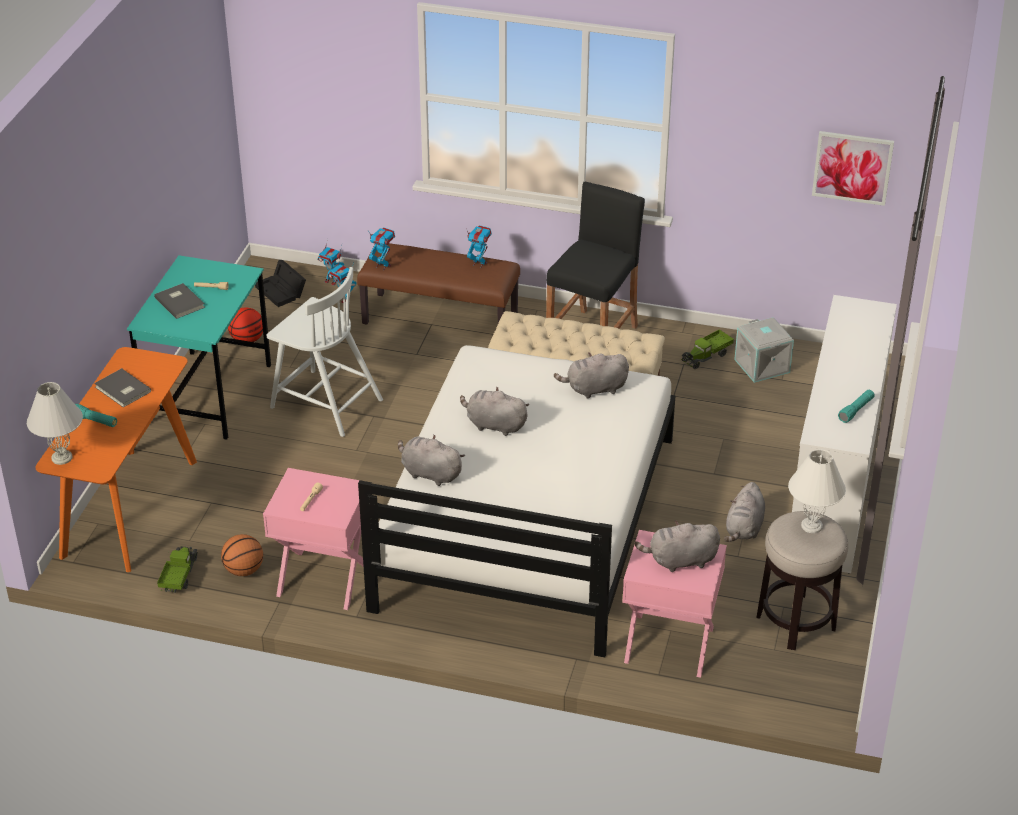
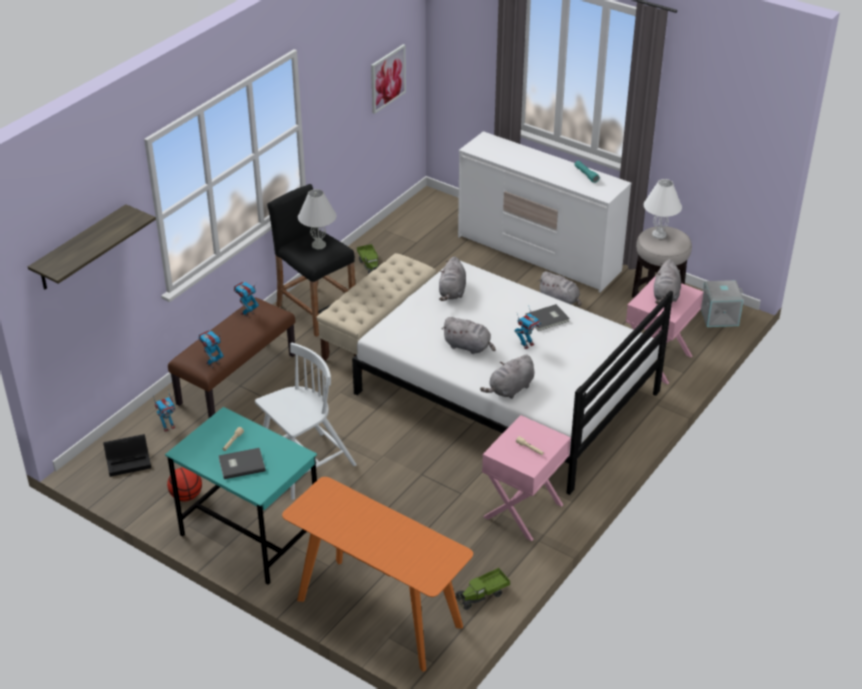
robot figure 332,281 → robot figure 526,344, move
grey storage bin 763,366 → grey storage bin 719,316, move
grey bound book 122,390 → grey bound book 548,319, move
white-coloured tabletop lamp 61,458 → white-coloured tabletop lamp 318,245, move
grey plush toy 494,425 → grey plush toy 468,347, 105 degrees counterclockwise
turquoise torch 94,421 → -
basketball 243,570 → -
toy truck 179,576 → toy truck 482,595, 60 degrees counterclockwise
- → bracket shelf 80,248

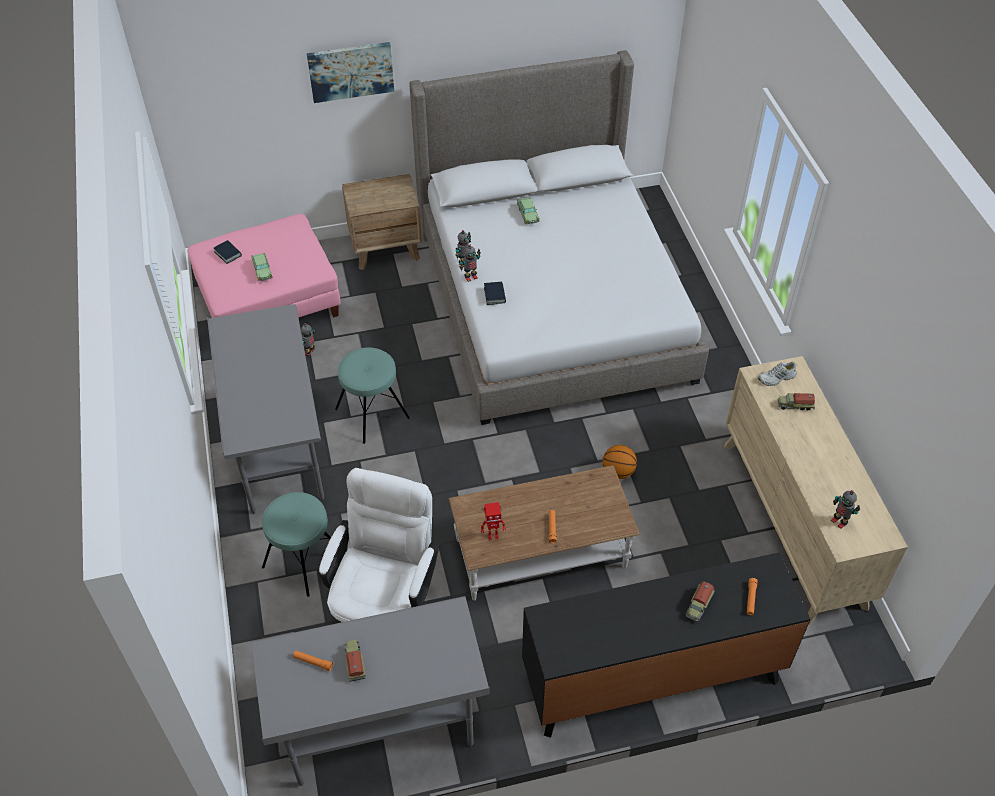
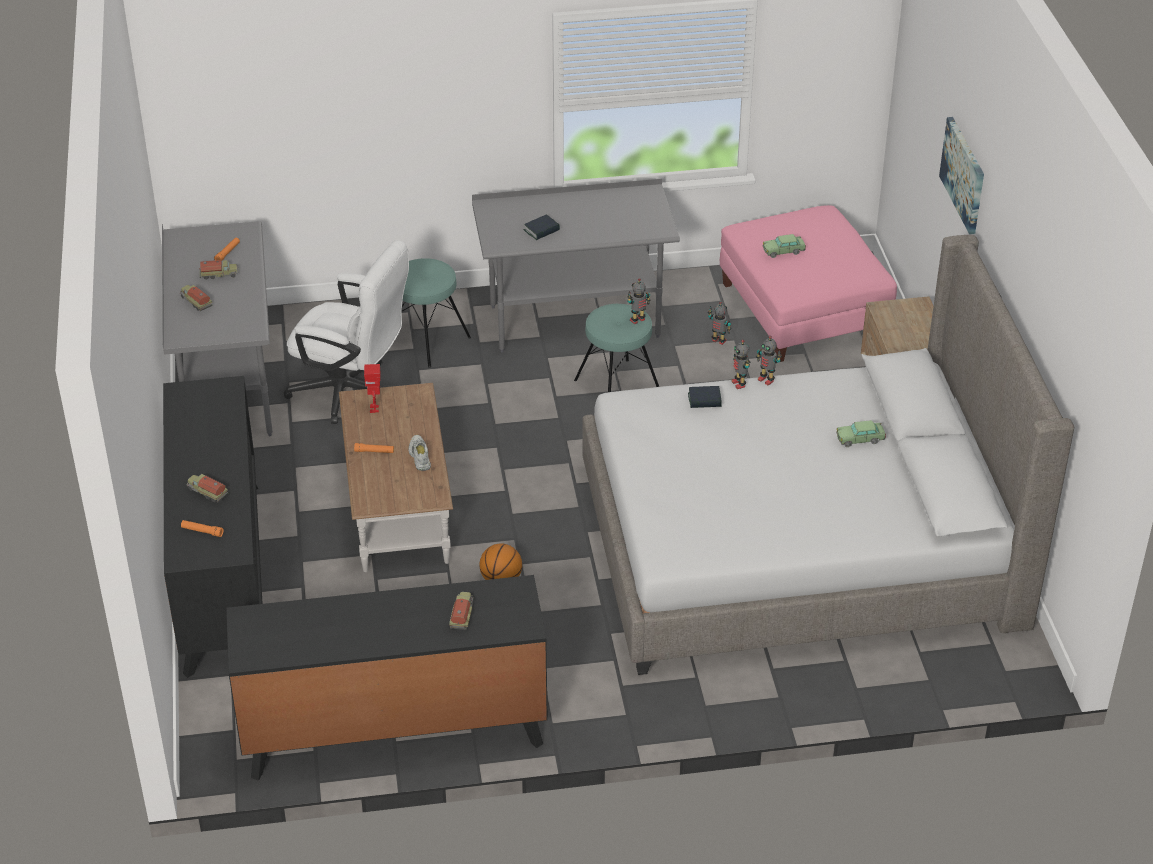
bound book 228,254 → bound book 541,230, move
sand-coloured dresser 793,523 → blackish dresser 393,731
white-coloured item of footwear 776,378 → white-coloured item of footwear 419,456, move
robot figure 839,521 → robot figure 638,320, move
- → toy truck 196,302

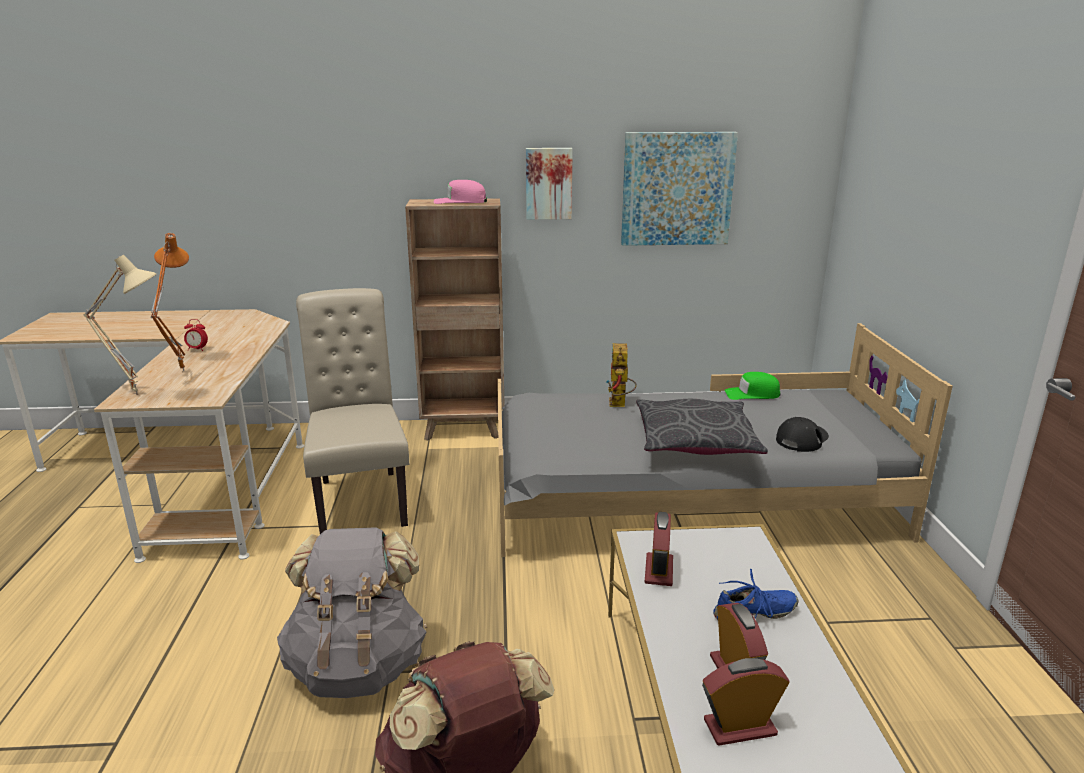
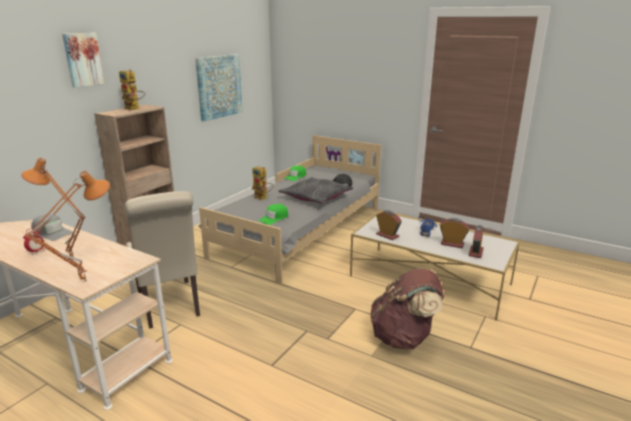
wall picture 548,183 → wall picture 82,59, move
pink-coloured peaked cap 460,202 → robot figure 134,109
sand-coloured tabletop lamp 138,393 → orange-coloured tabletop lamp 84,280
sand-coloured plain chair 361,498 → sand-coloured plain chair 169,306, 135 degrees counterclockwise
grey knapsack 358,666 → -
- → greenish peaked cap 274,218
- → grey peaked cap 52,233

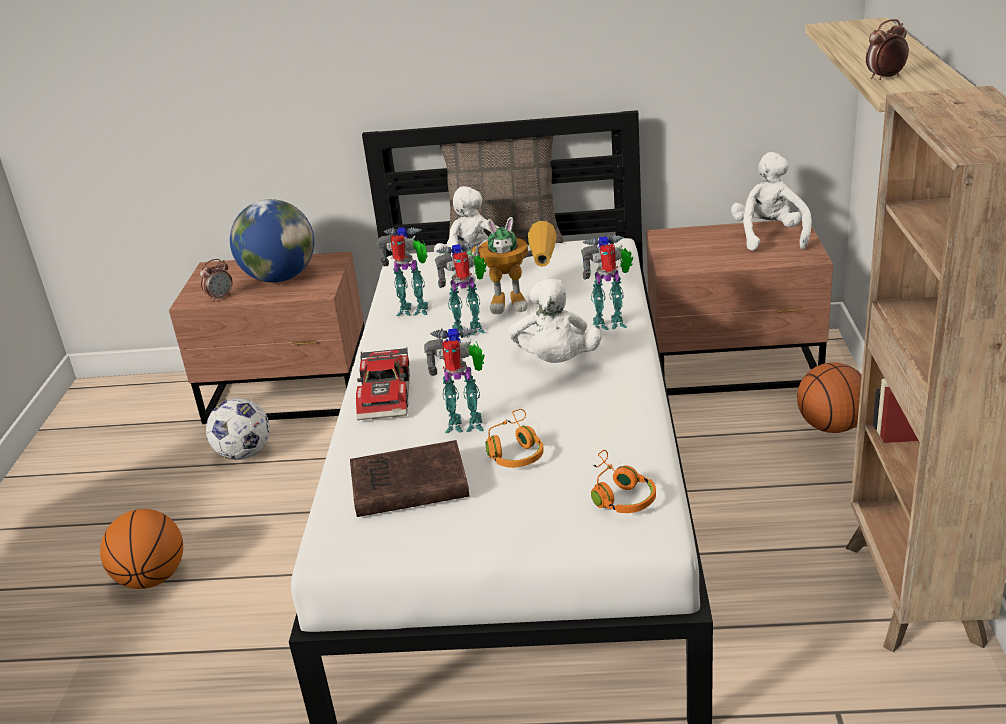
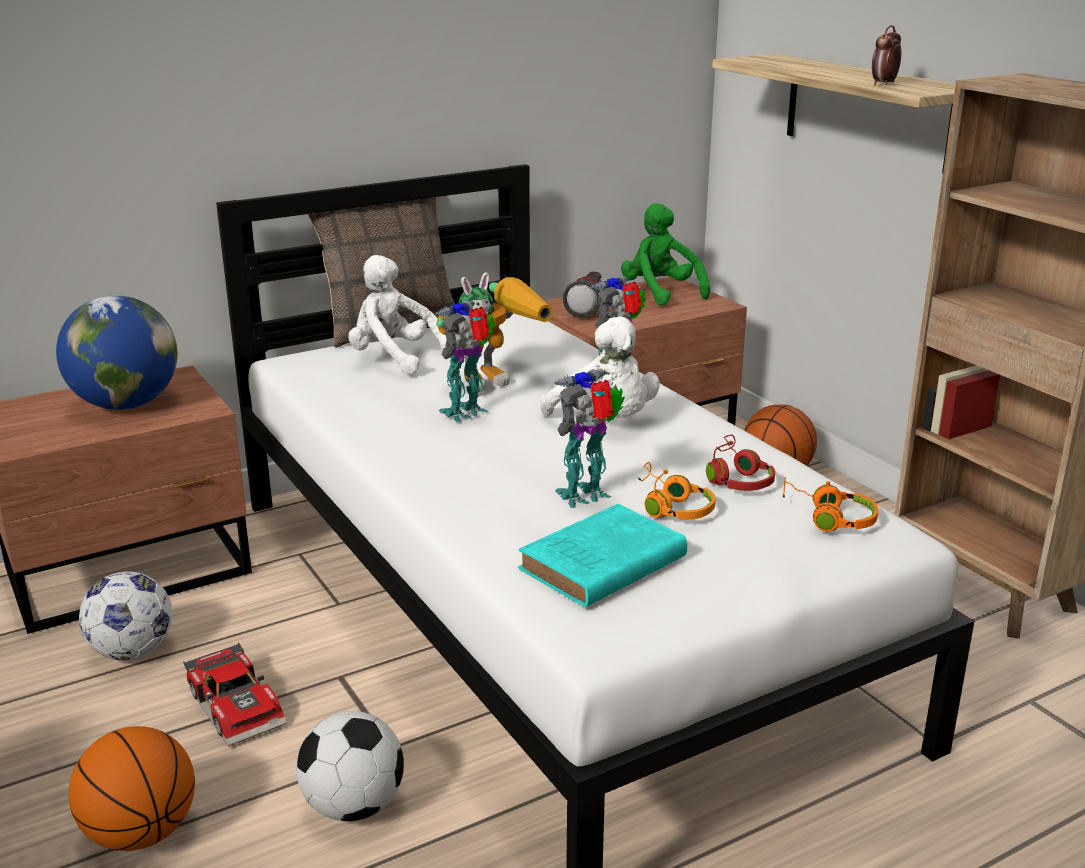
white-coloured plush toy 769,236 → greenish plush toy 660,293
robot figure 414,311 → -
bedside clock 220,297 → -
toy car 388,394 → toy car 239,705, move
brownish bound book 406,486 → turquoise bound book 599,565
- → torch 588,307
- → red-coloured headphones 736,478
- → ball for football 353,806

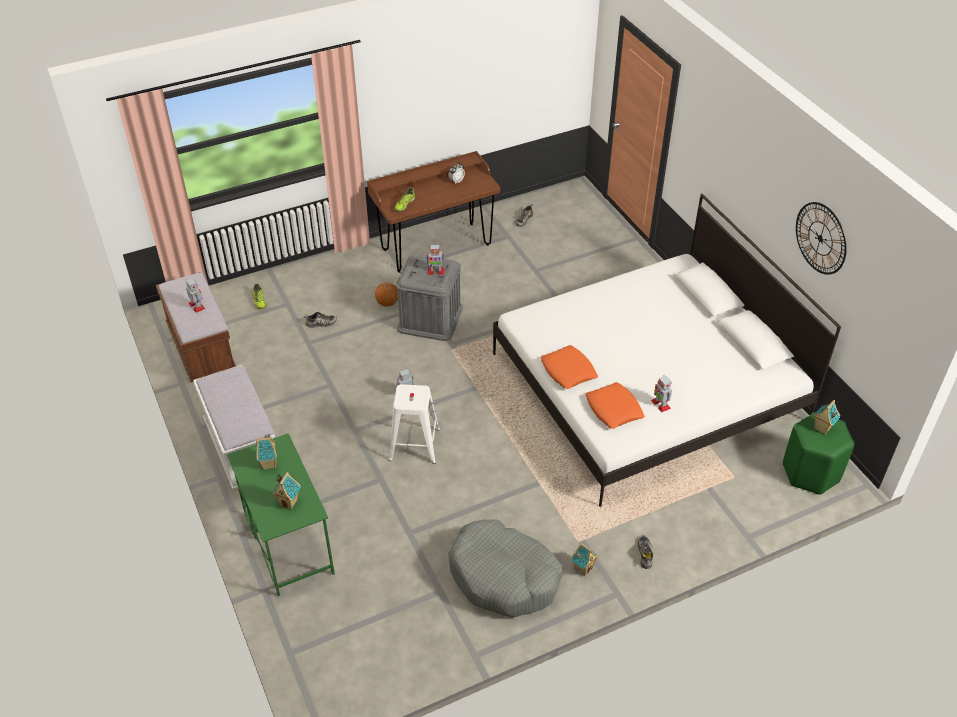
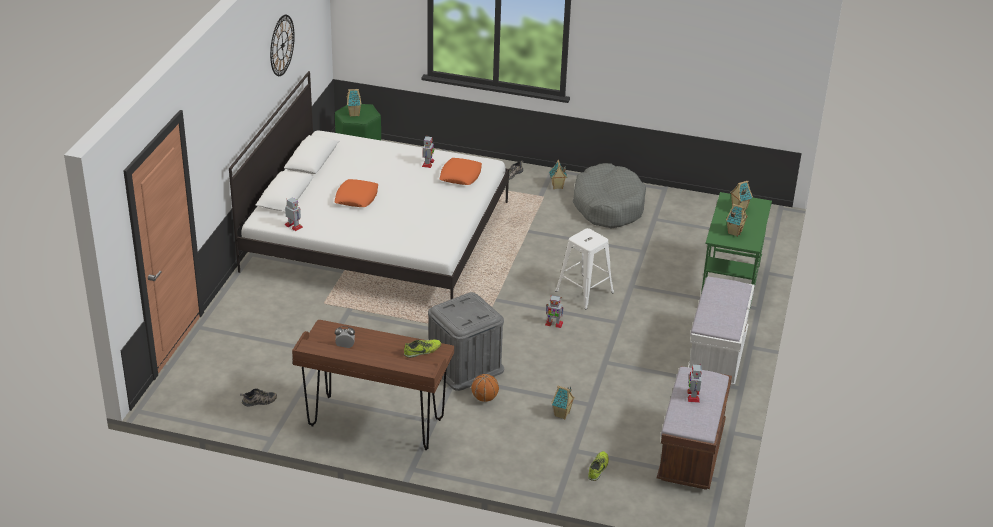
robot figure 435,271 → robot figure 294,226, move
item of footwear 321,323 → miniature house 562,415
orange-coloured cushion 568,371 → orange-coloured cushion 356,197, move

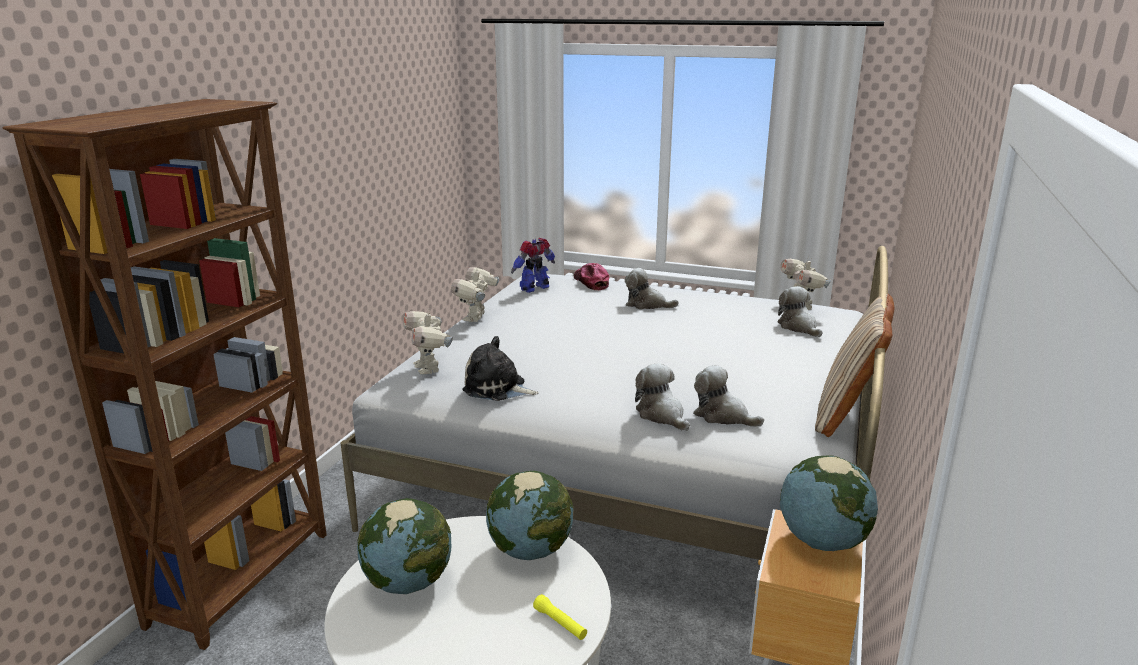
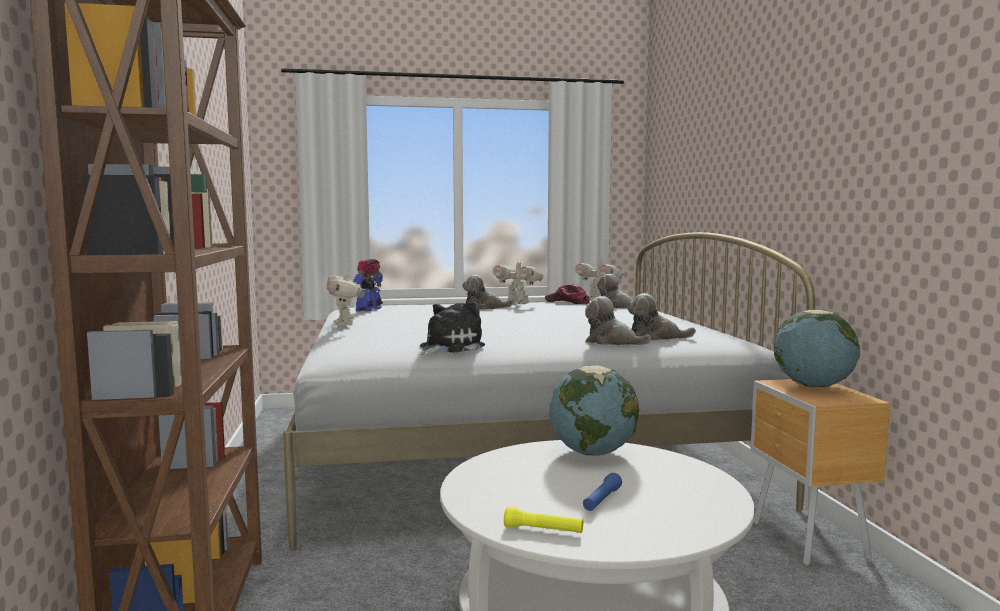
peaked cap 591,282 → peaked cap 567,302, move
sand-coloured cushion 847,414 → -
robot figure 428,368 → robot figure 517,303, move
plush toy 497,388 → plush toy 448,347, 135 degrees clockwise
world globe 408,583 → -
yellow-coloured torch 560,623 → yellow-coloured torch 543,530, move
- → blue torch 601,500

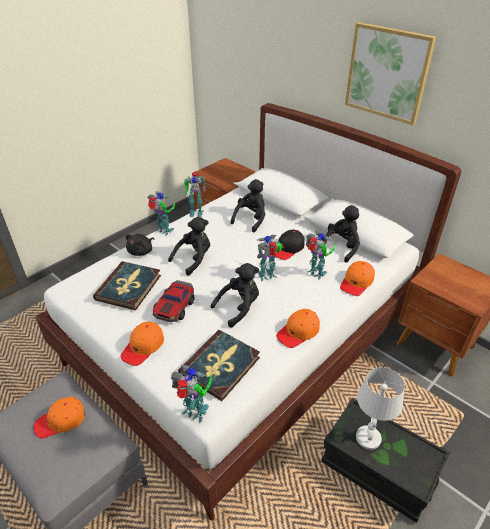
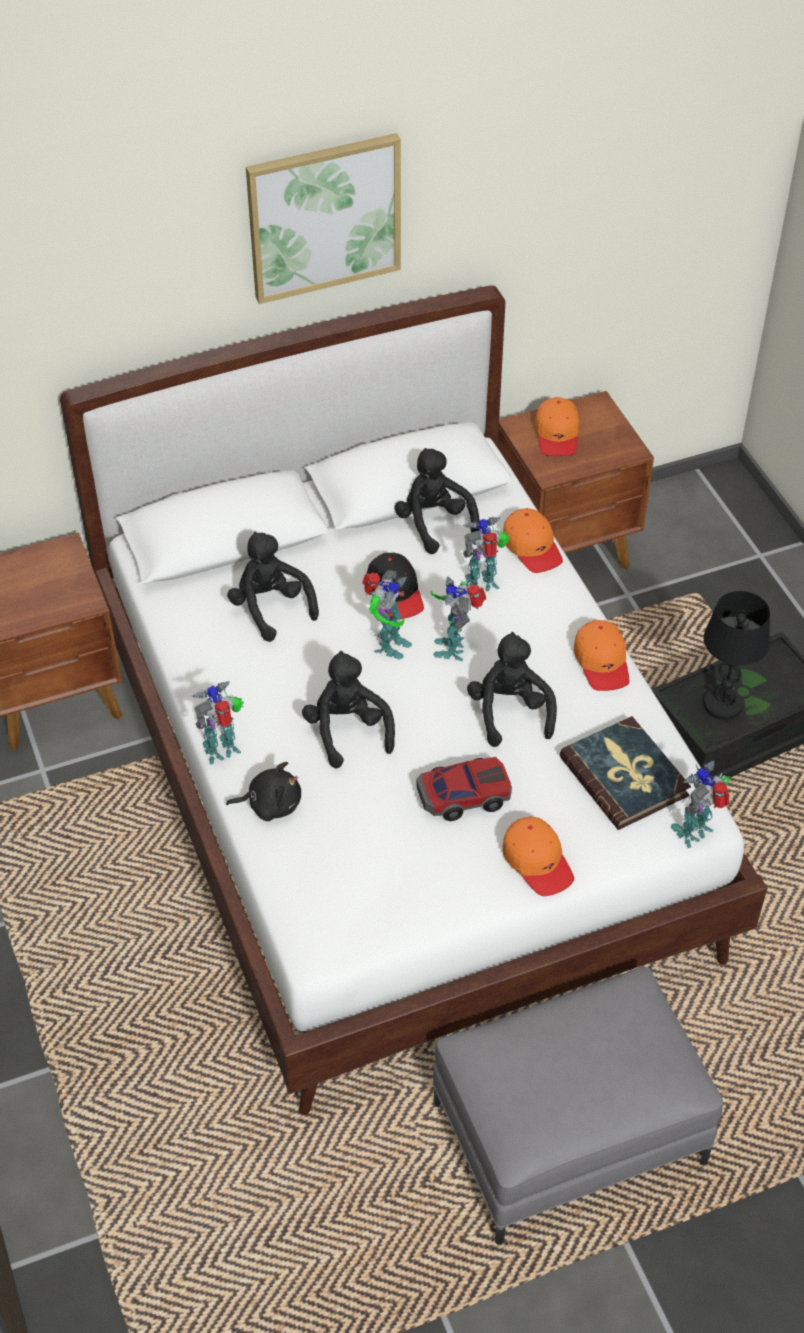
robot figure 195,212 → robot figure 388,645, move
blackish plush toy 141,251 → blackish plush toy 271,804, 60 degrees counterclockwise
bound book 129,287 → -
toy car 175,307 → toy car 464,795, 60 degrees counterclockwise
white-coloured tabletop lamp 368,438 → blackish tabletop lamp 723,705
orange-coloured peaked cap 60,421 → orange-coloured peaked cap 557,434, move

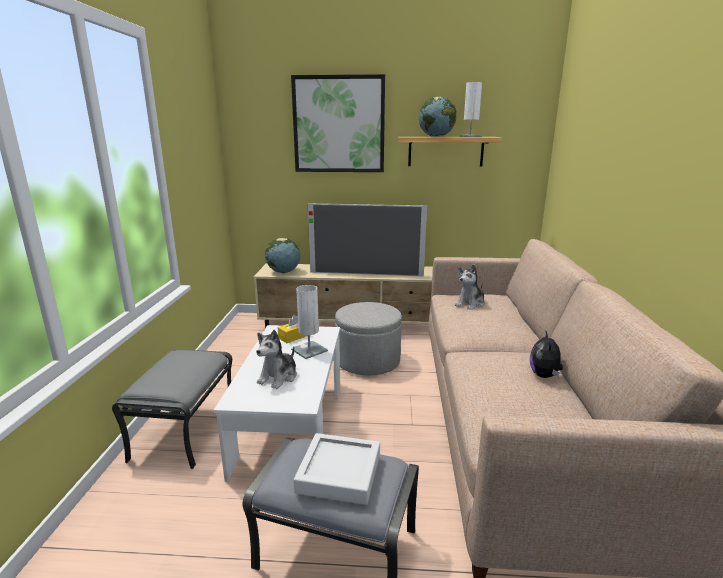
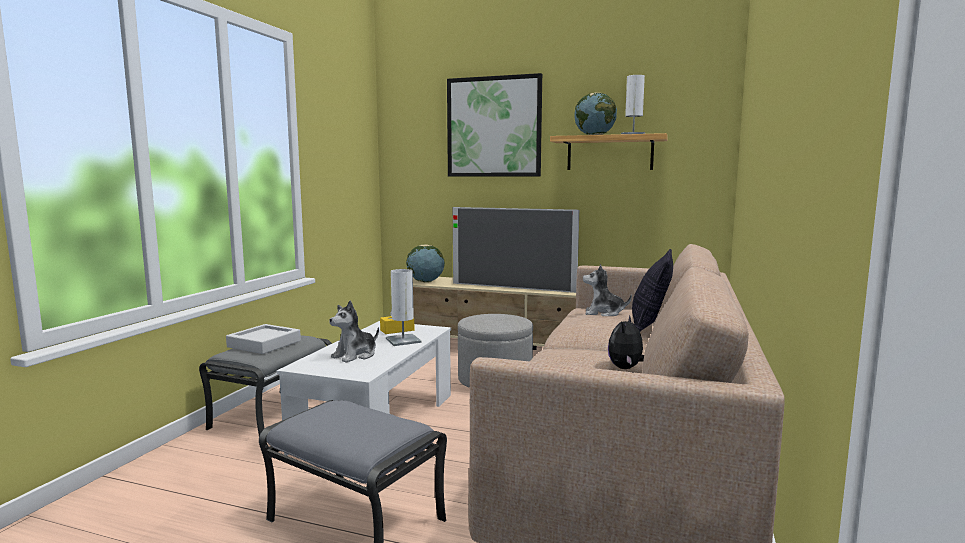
plush toy 470,304 → plush toy 603,313, 45 degrees clockwise
grey carrying tray 339,473 → grey carrying tray 264,344, move
- → cushion 650,328

